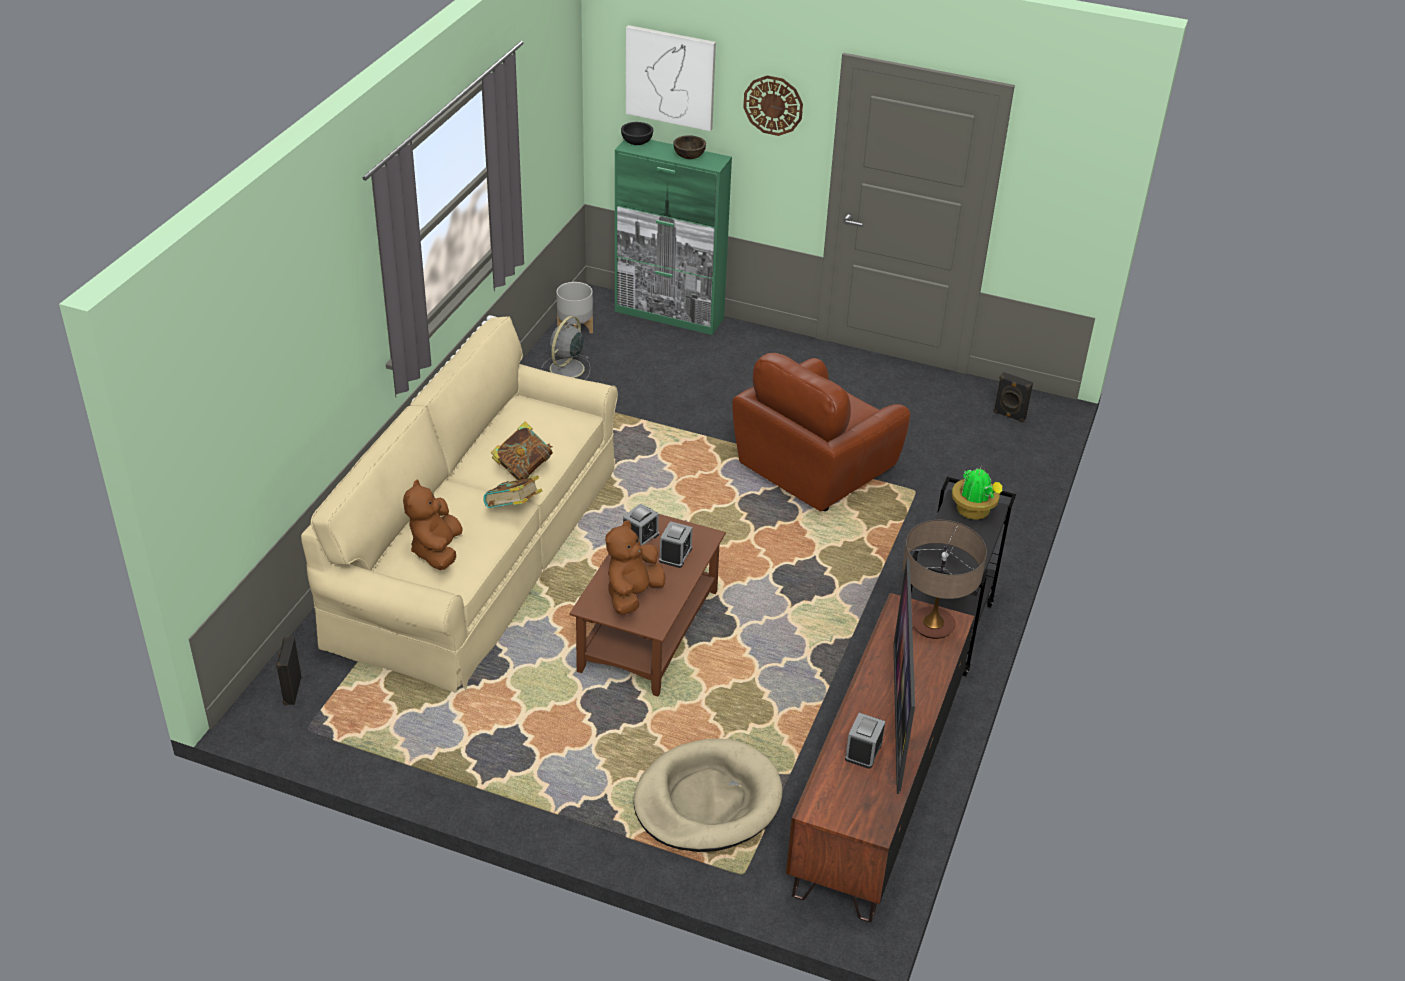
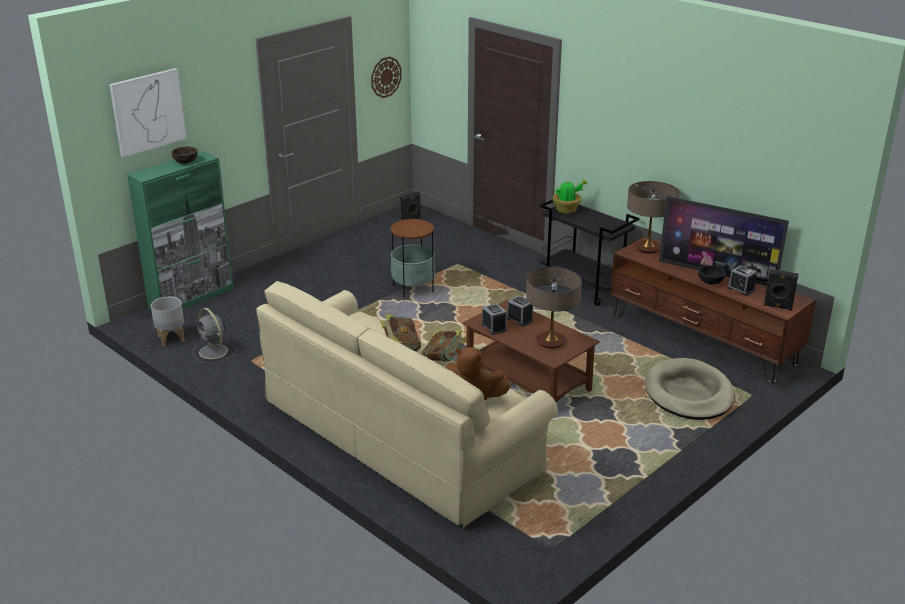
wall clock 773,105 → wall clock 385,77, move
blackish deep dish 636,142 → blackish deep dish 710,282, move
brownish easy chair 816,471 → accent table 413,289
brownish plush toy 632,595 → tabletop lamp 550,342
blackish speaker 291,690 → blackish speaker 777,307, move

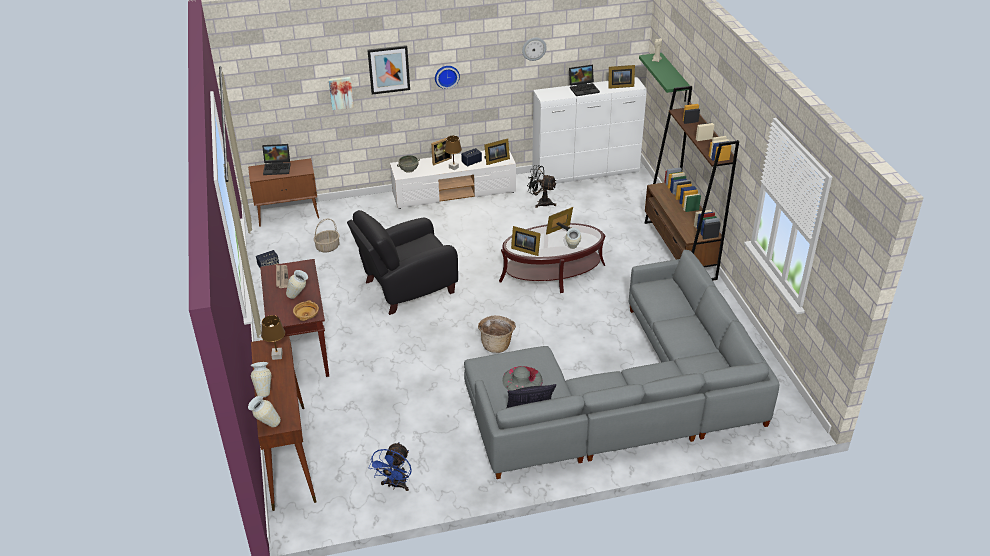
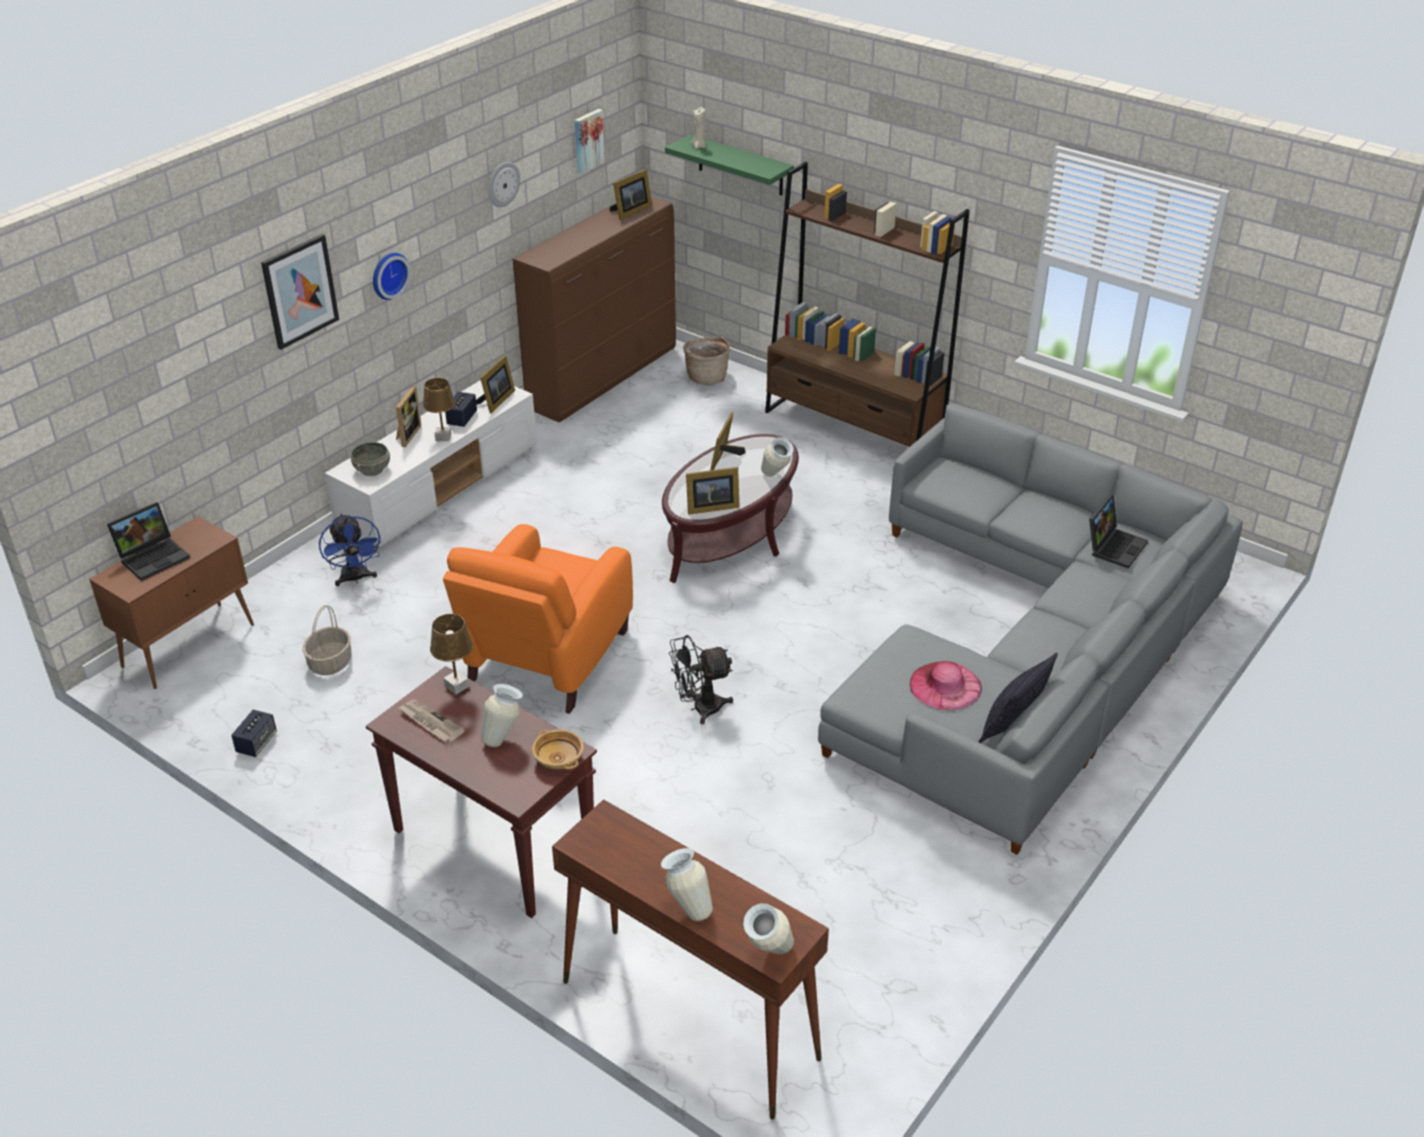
notebook computer 584,89 → notebook computer 1114,546, move
wall picture 341,92 → wall picture 587,140, move
white-coloured dresser 586,174 → brownish dresser 605,378
blackish cooling fan 541,202 → blackish cooling fan 699,708, move
blackish easy chair 406,288 → orange-coloured easy chair 545,661
brownish tabletop lamp 277,355 → brownish tabletop lamp 456,686, move
household basket 497,344 → household basket 706,377, move
grey clothing hat 522,380 → pink-coloured clothing hat 945,686
blue cooling fan 395,485 → blue cooling fan 355,579, move

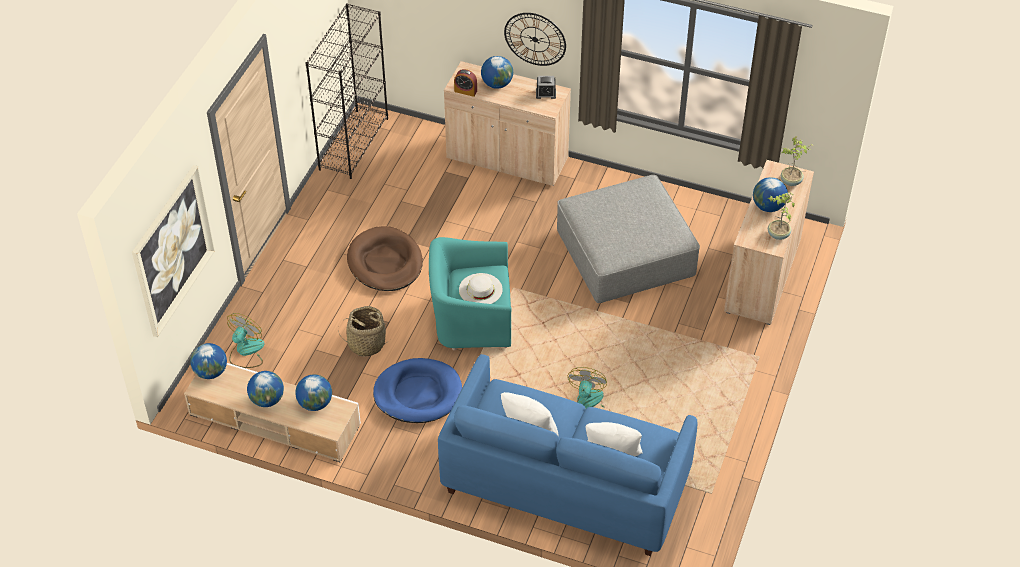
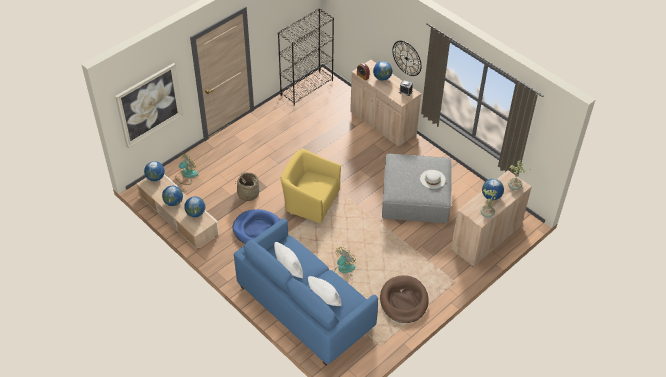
brownish dog bed 385,262 → brownish dog bed 404,301, move
turquoise easy chair 471,318 → yellow-coloured easy chair 310,201
white-coloured clothing hat 480,289 → white-coloured clothing hat 432,179, move

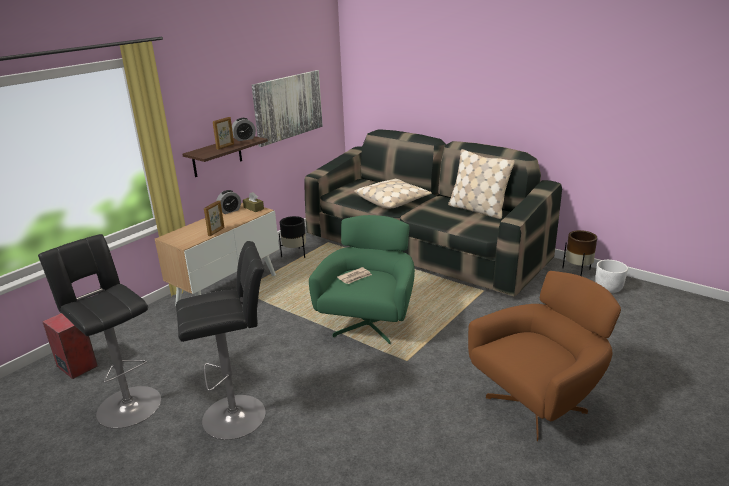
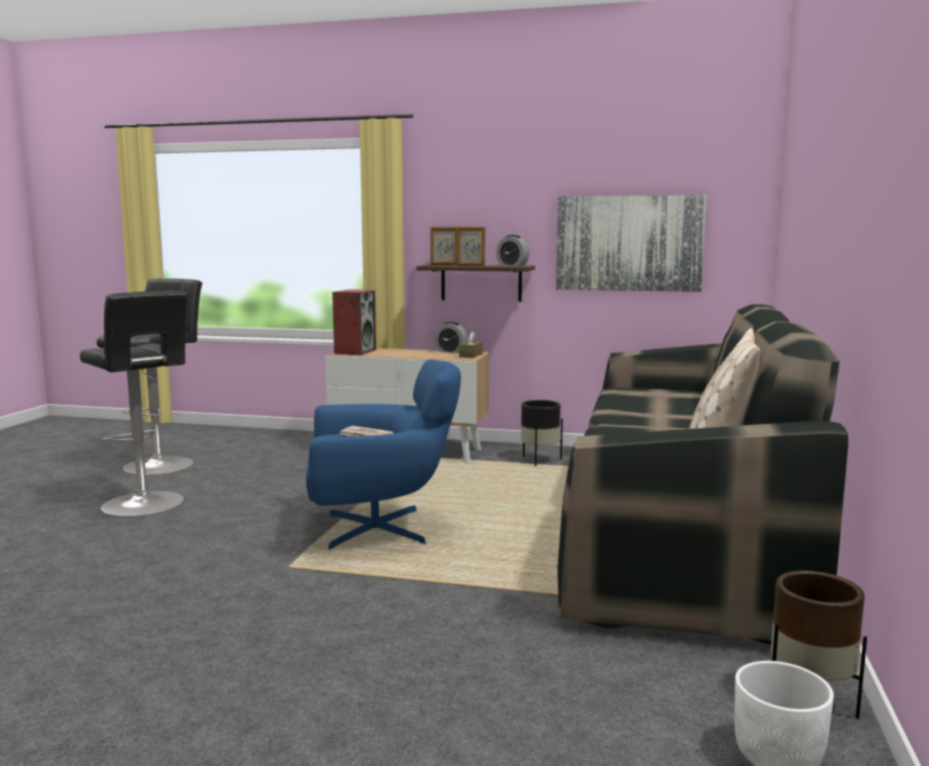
sand-coloured cushion 393,201 → -
photo frame 216,231 → photo frame 444,264, move
greenish easy chair 369,323 → blue easy chair 381,529
brownish easy chair 538,404 → -
speaker 76,366 → speaker 355,351, move

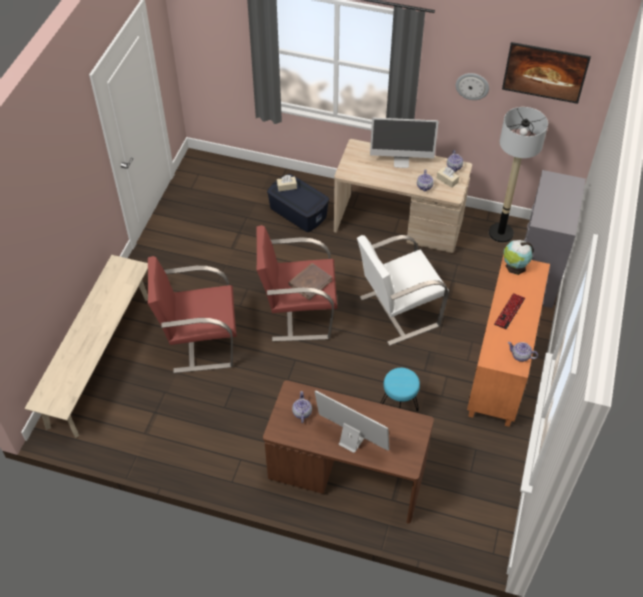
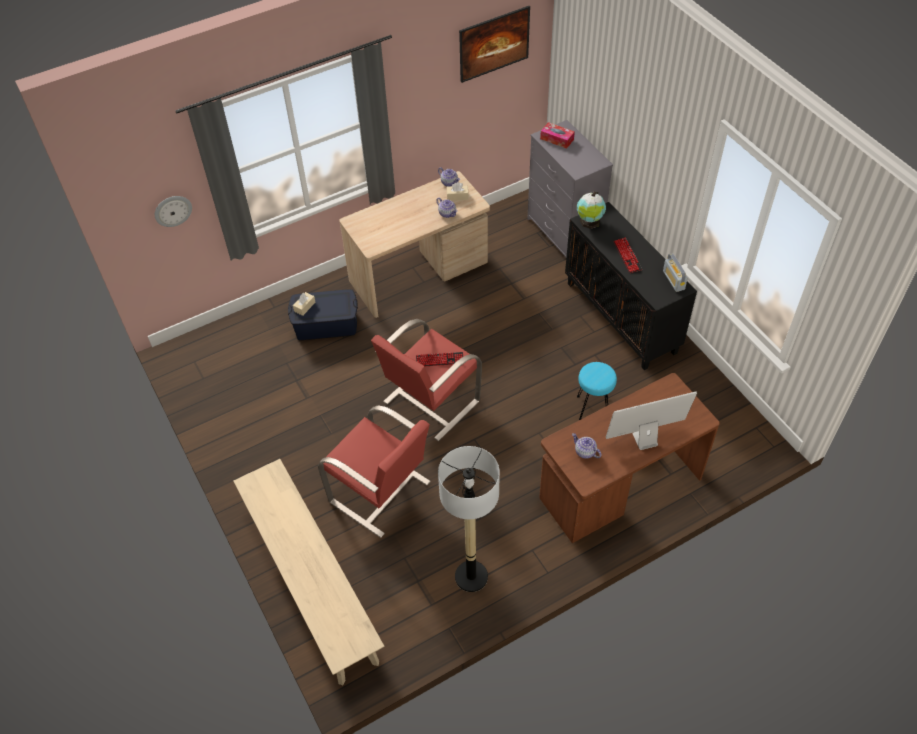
wall clock 472,86 → wall clock 172,210, move
standard lamp 501,233 → standard lamp 471,576, move
monitor 401,161 → -
white-coloured easy chair 398,312 → -
orange-coloured storage cabinet 501,368 → blackish storage cabinet 622,318
red-coloured easy chair 200,342 → red-coloured easy chair 381,493, 90 degrees counterclockwise
brownish bound book 310,282 → computer keyboard 439,360
pot for tea 520,356 → radio 673,280
- → tissue box 557,139

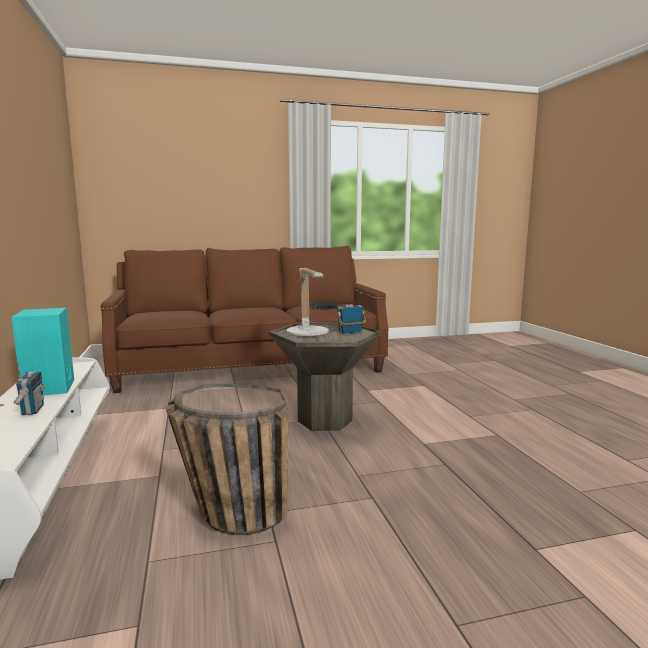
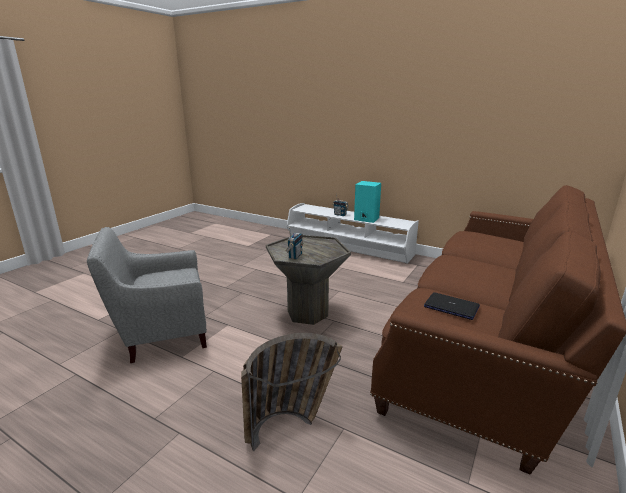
tabletop lamp 308,334 → -
household basket 224,516 → household basket 291,424, move
- → grey easy chair 161,333

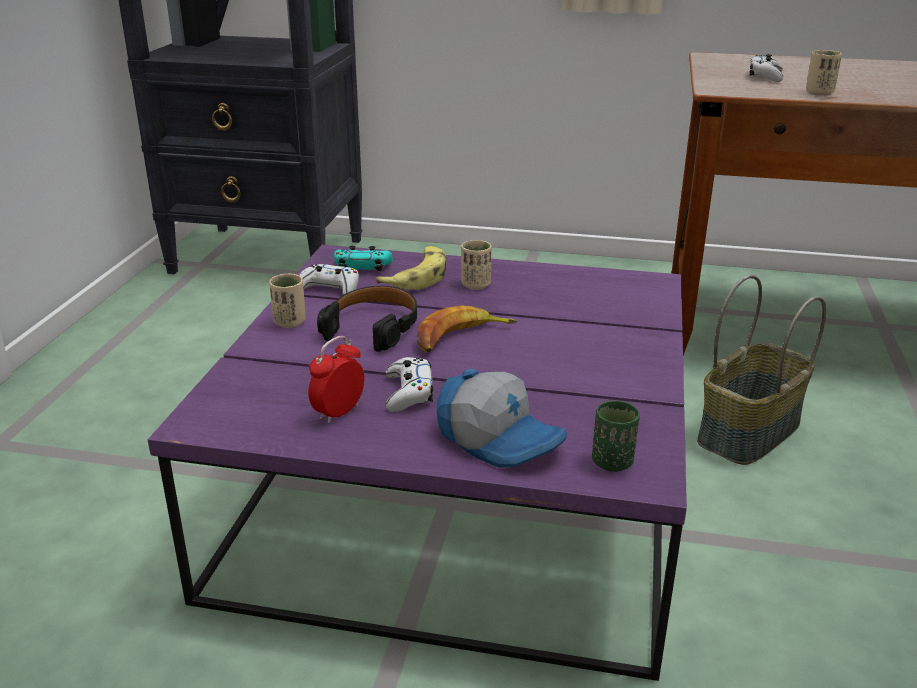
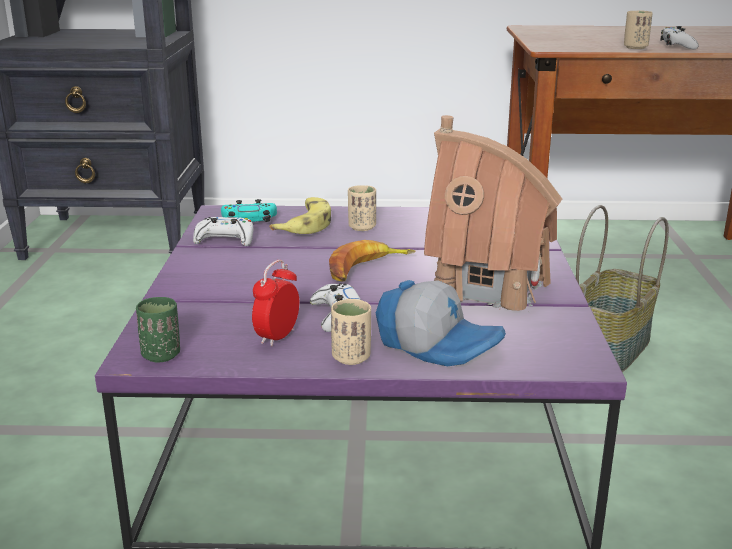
white-coloured joypad 765,76 → white-coloured joypad 677,45, move
sand-coloured drinking cup 289,322 → sand-coloured drinking cup 351,358, move
blackish headphones 373,327 → -
greenish drinking cup 612,462 → greenish drinking cup 161,355, move
- → miniature house 488,287

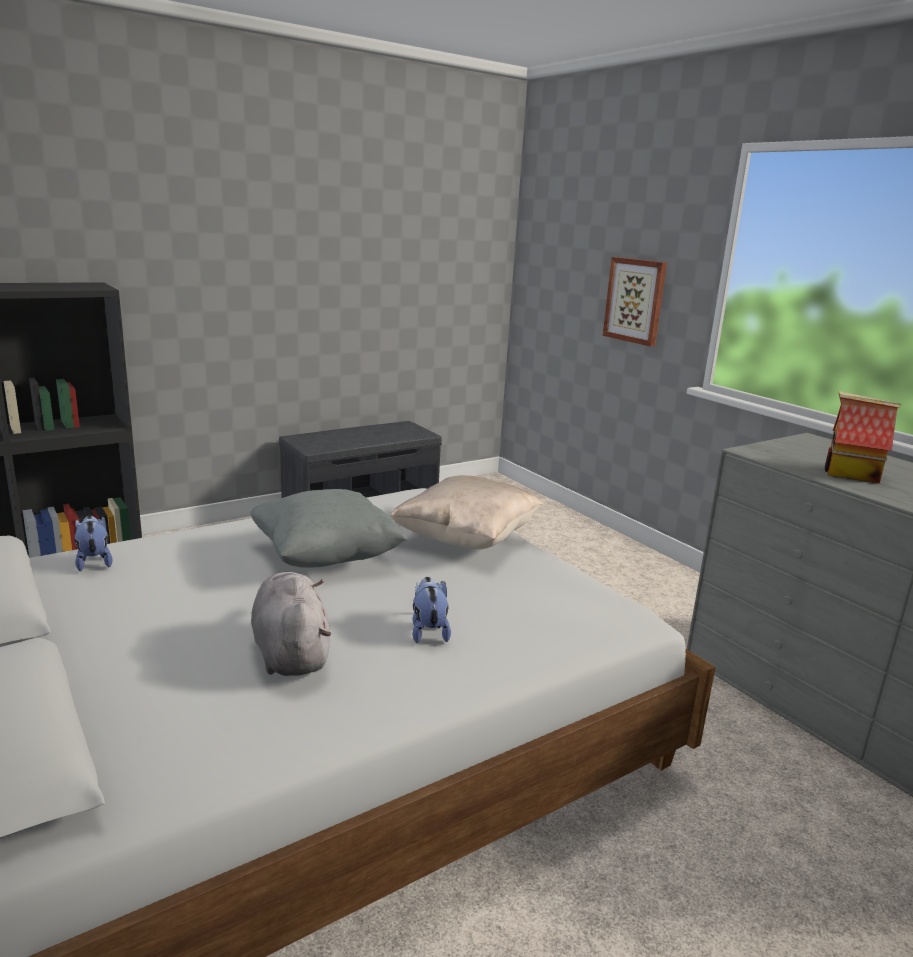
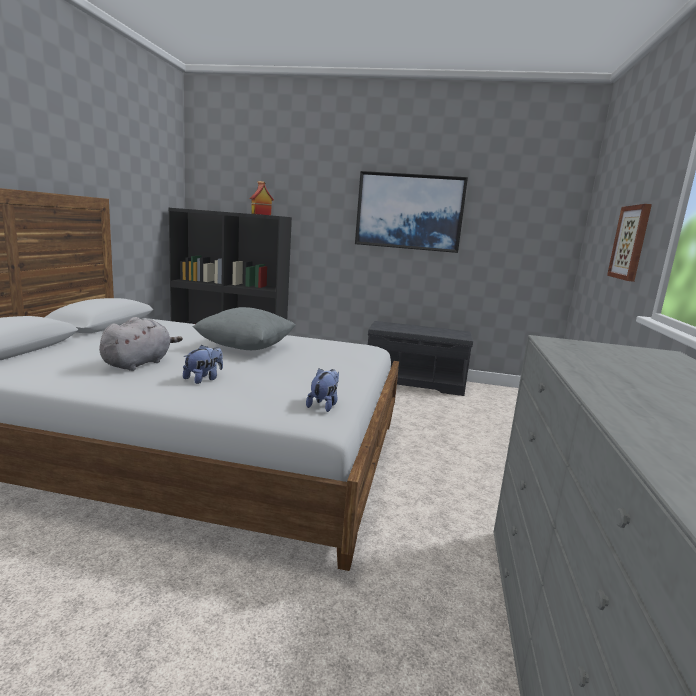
miniature house 851,473 → miniature house 260,214, move
sand-coloured cushion 466,540 → -
plush toy 94,561 → plush toy 324,405, move
- → wall picture 409,212

